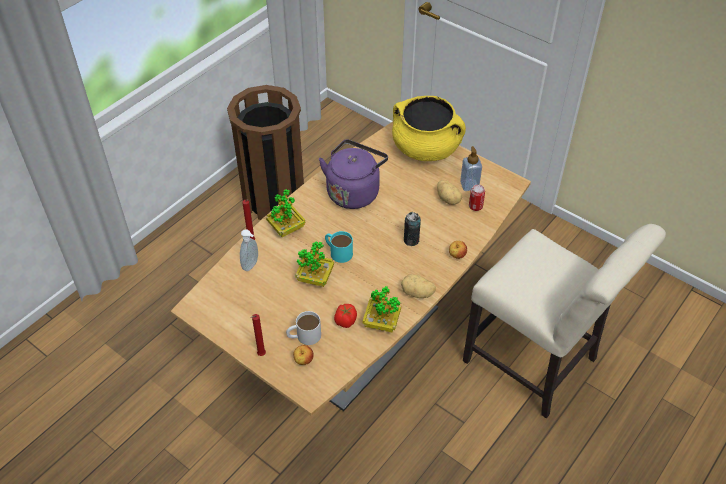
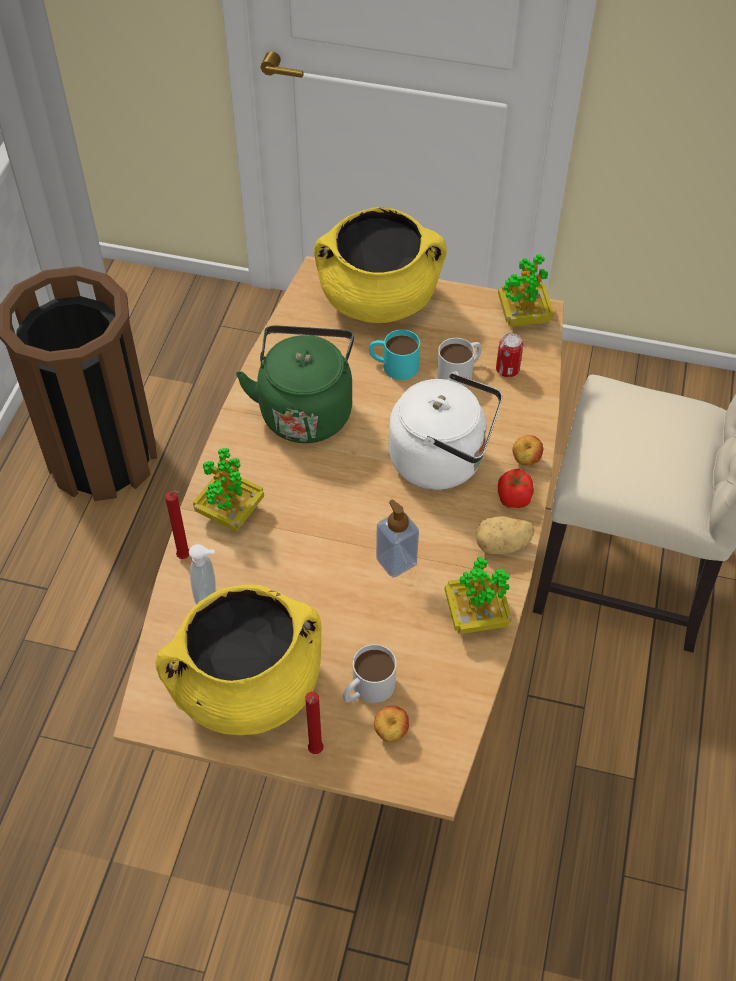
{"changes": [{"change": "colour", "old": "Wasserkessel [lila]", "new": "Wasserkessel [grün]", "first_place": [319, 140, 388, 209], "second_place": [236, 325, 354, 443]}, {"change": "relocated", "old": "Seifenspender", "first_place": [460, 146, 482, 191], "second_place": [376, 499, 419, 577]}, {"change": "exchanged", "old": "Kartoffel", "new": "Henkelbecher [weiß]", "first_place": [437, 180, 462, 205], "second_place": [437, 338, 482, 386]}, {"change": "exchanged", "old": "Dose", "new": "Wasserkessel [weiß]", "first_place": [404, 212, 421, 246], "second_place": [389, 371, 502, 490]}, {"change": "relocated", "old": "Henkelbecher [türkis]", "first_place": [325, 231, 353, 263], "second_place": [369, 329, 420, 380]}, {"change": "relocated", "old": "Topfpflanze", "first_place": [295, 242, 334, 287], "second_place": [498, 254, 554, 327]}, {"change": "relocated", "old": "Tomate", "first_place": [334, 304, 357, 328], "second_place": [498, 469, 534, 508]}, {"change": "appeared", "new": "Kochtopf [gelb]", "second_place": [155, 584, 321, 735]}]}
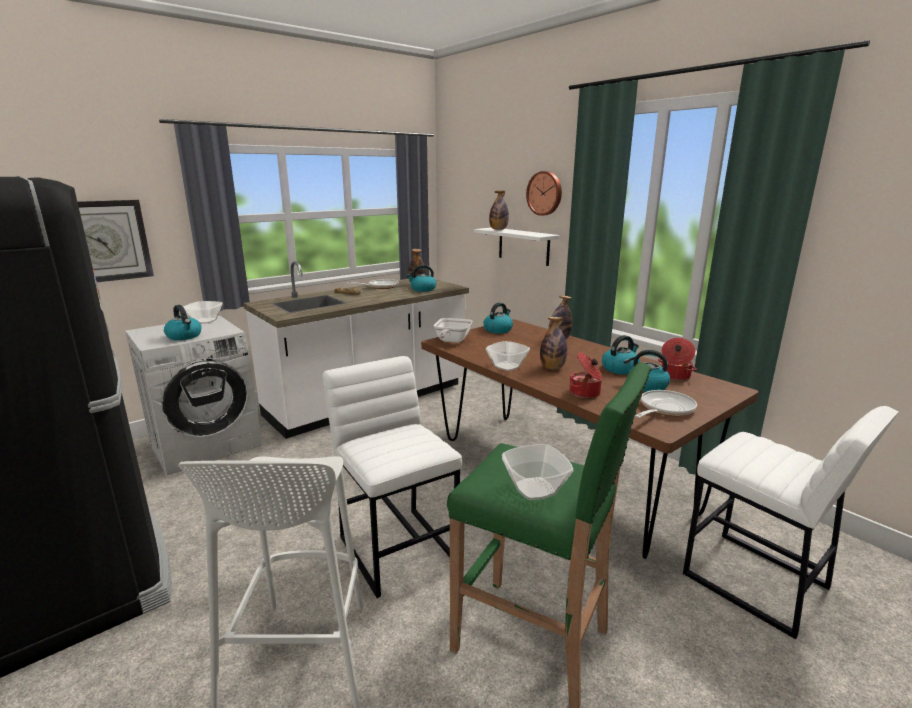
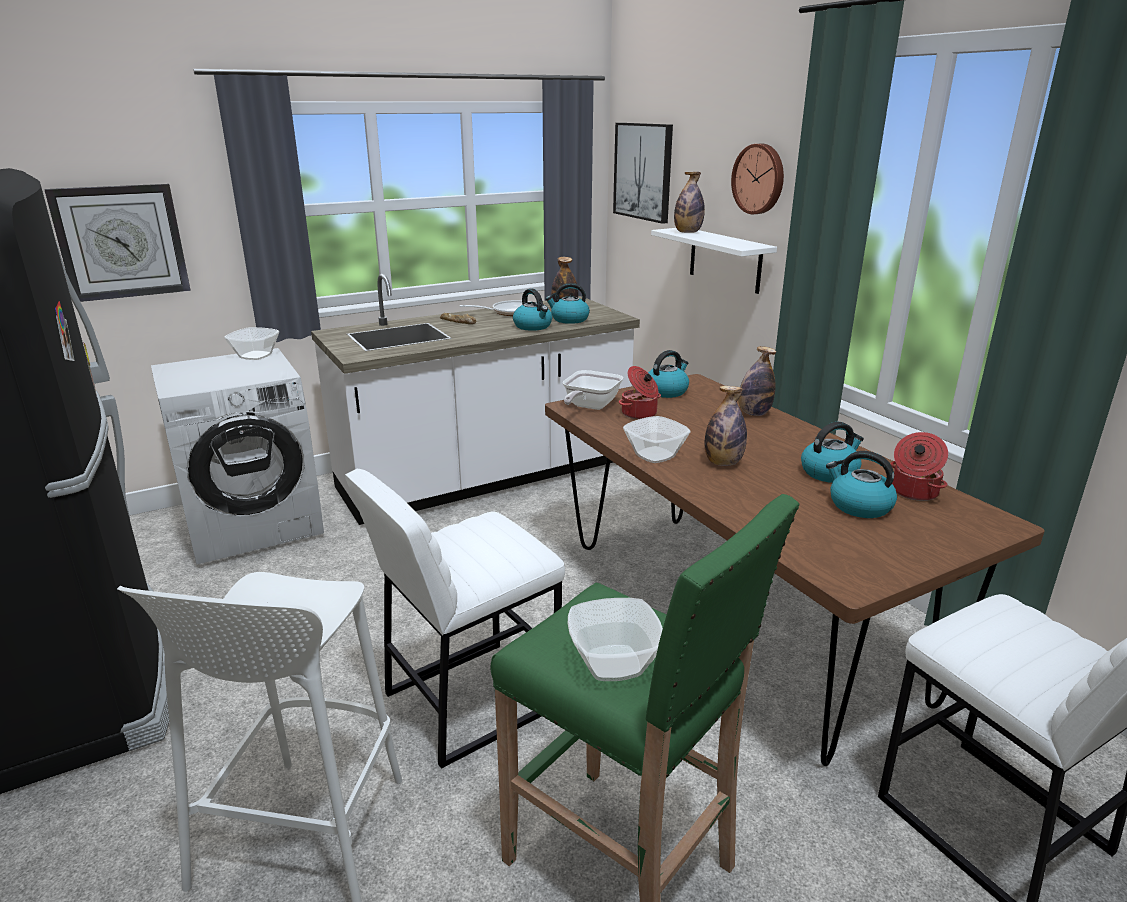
{"changes": [{"change": "relocated", "old": "Wasserkessel", "first_place": [164, 305, 202, 340], "second_place": [513, 289, 552, 331]}, {"change": "relocated", "old": "Kochtopf", "first_place": [570, 353, 602, 398], "second_place": [619, 366, 661, 419]}, {"change": "spun", "old": "Stuhl [weiß]", "first_place": [322, 356, 462, 598], "second_place": [345, 469, 565, 769], "degrees": -105}, {"change": "missing", "old": "Pfanne", "first_place": [635, 390, 697, 418]}, {"change": "appeared", "new": "Bild", "second_place": [613, 123, 673, 224]}]}
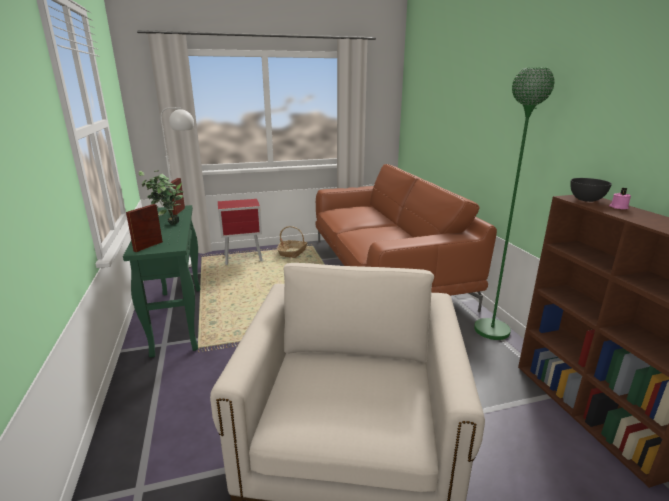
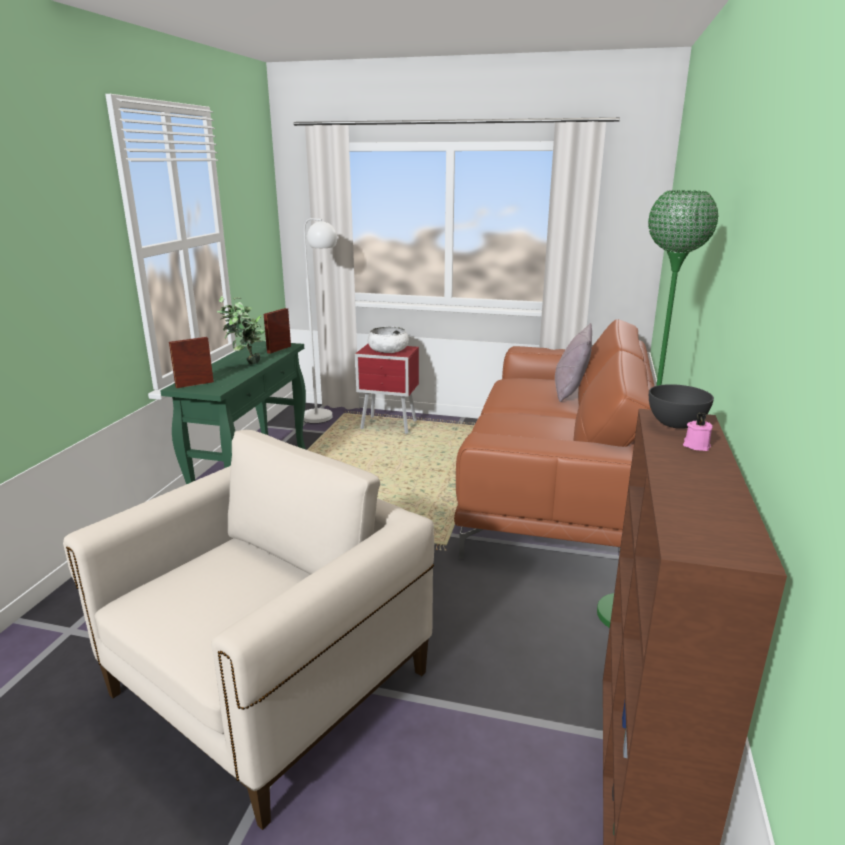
{"changes": [{"change": "missing", "old": "Korb", "first_place": [277, 226, 307, 258]}, {"change": "appeared", "new": "Kissen [lila]", "second_place": [555, 323, 592, 402]}, {"change": "appeared", "new": "Schüssel [weiß]", "second_place": [368, 326, 409, 353]}]}
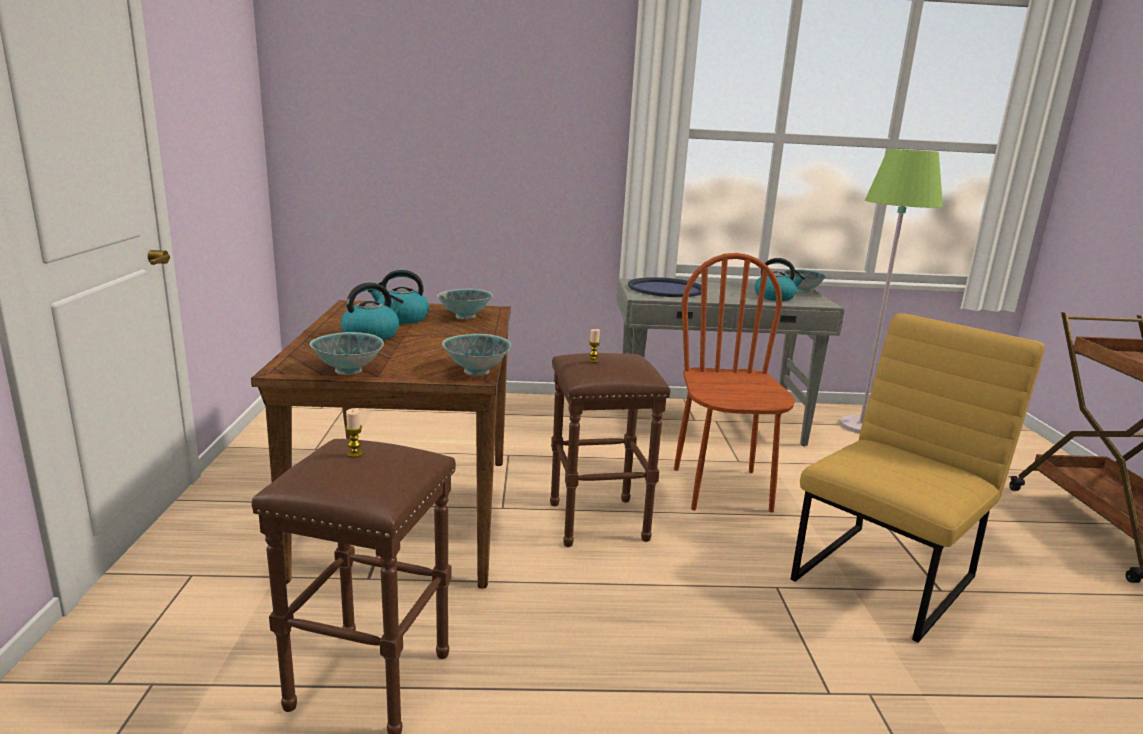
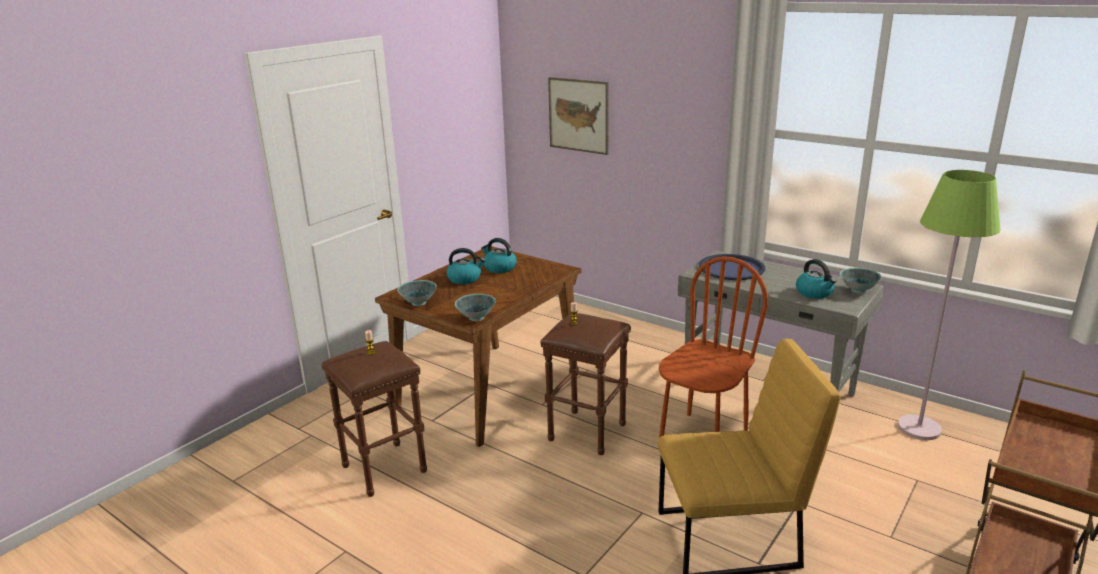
{"changes": [{"change": "missing", "old": "Schüssel", "first_place": [437, 289, 493, 319]}, {"change": "appeared", "new": "Bild", "second_place": [548, 77, 609, 155]}]}
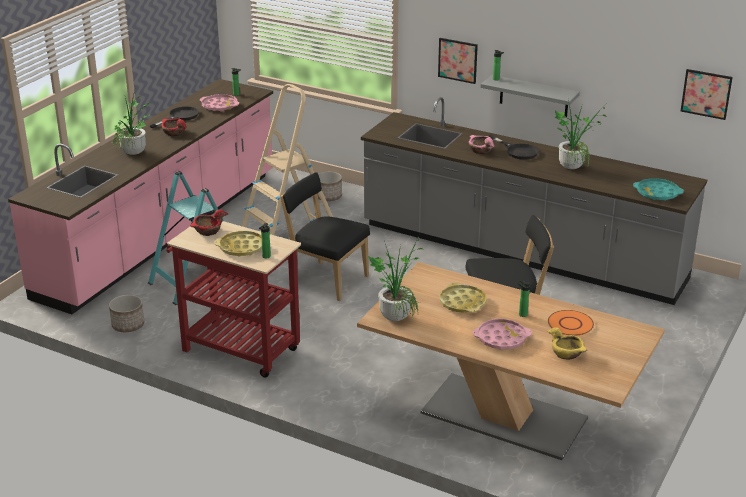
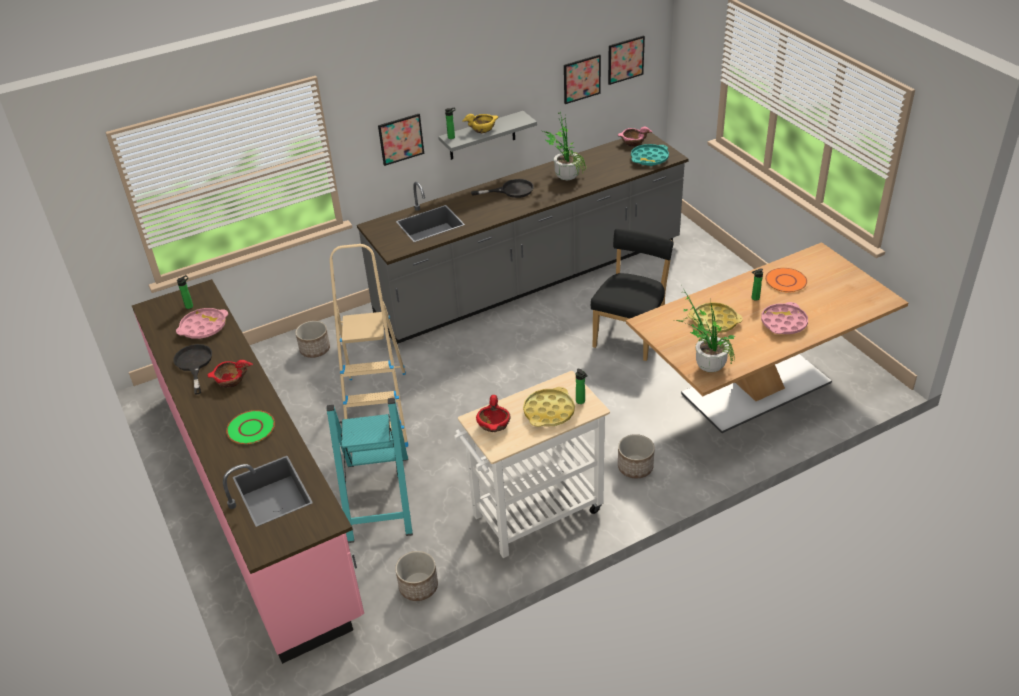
{"changes": [{"change": "exchanged", "old": "Topfpflanze", "new": "Teller [grün]", "first_place": [113, 87, 151, 155], "second_place": [226, 410, 275, 444]}, {"change": "relocated", "old": "Schüssel [rosa]", "first_place": [469, 135, 494, 154], "second_place": [618, 127, 652, 147]}, {"change": "missing", "old": "Stuhl [schwarz]", "first_place": [280, 172, 370, 301]}, {"change": "colour", "old": "Rollwagen [rot]", "new": "Rollwagen [weiß]", "first_place": [166, 221, 301, 378], "second_place": [454, 371, 610, 558]}, {"change": "relocated", "old": "Schüssel [gelb]", "first_place": [547, 327, 587, 360], "second_place": [462, 114, 498, 134]}, {"change": "appeared", "new": "Bild", "second_place": [564, 54, 601, 104]}, {"change": "appeared", "new": "Pflanzkübel", "second_place": [618, 434, 655, 478]}]}
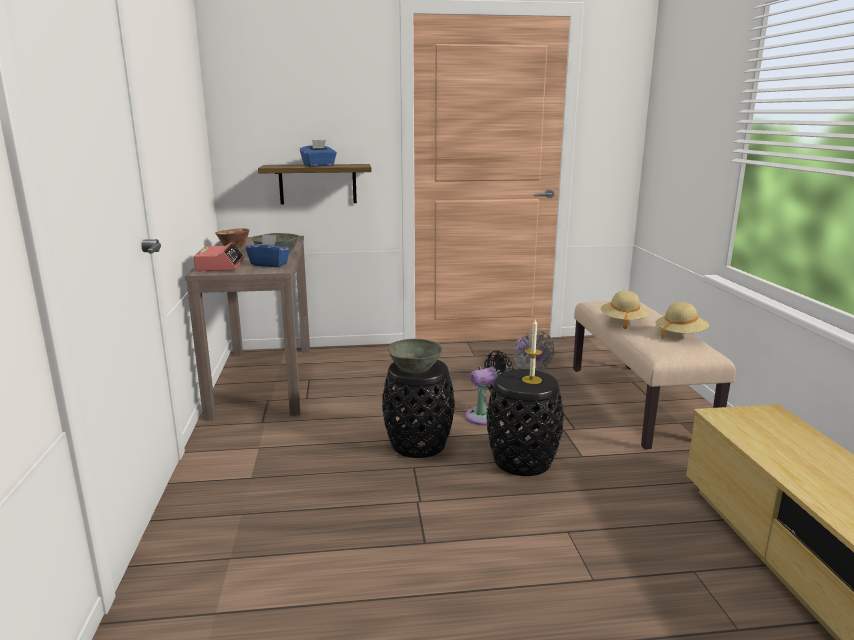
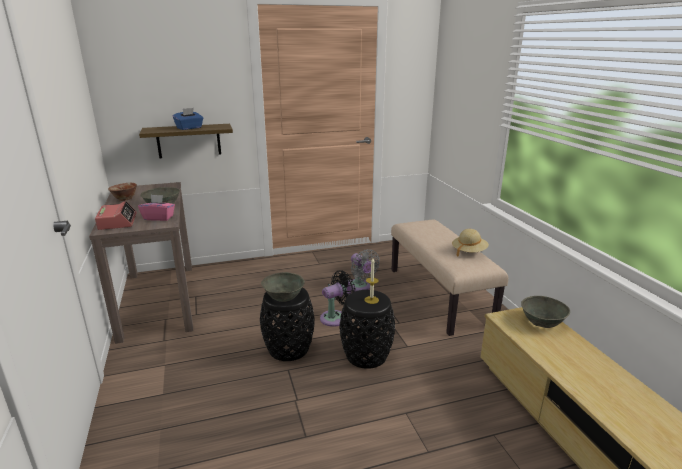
{"changes": [{"change": "colour", "old": "Taschentuchbox [blau]", "new": "Taschentuchbox [rosa]", "first_place": [246, 235, 290, 267], "second_place": [138, 195, 175, 221]}, {"change": "missing", "old": "Hut [beige]", "first_place": [601, 291, 648, 330]}, {"change": "appeared", "new": "Schüssel [grau]", "second_place": [521, 296, 570, 328]}]}
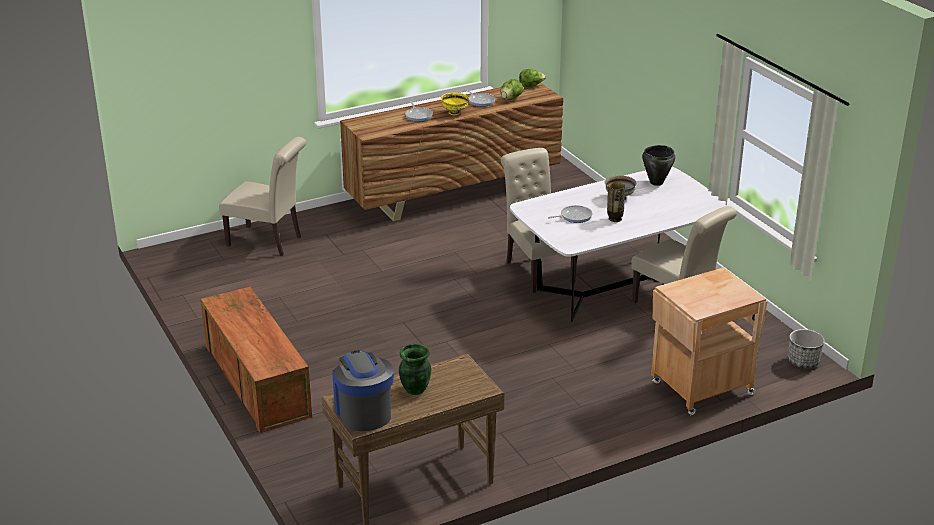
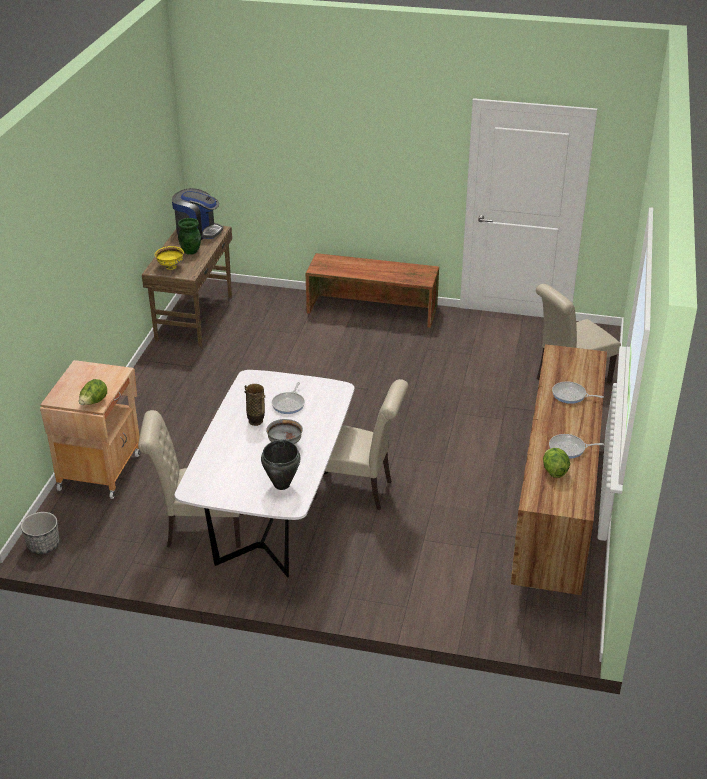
{"changes": [{"change": "relocated", "old": "Salatkopf", "first_place": [519, 69, 546, 88], "second_place": [79, 379, 107, 405]}, {"change": "relocated", "old": "Schüssel [gelb]", "first_place": [441, 93, 469, 115], "second_place": [155, 246, 184, 270]}]}
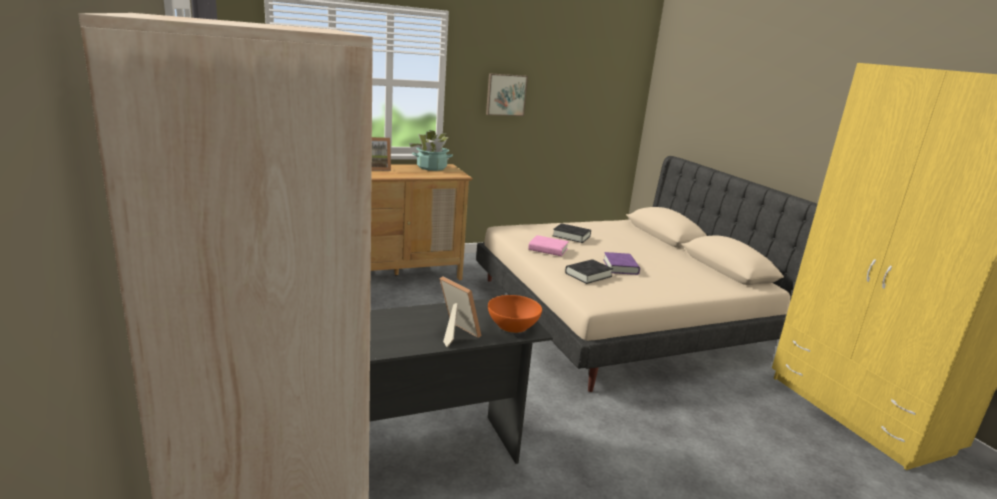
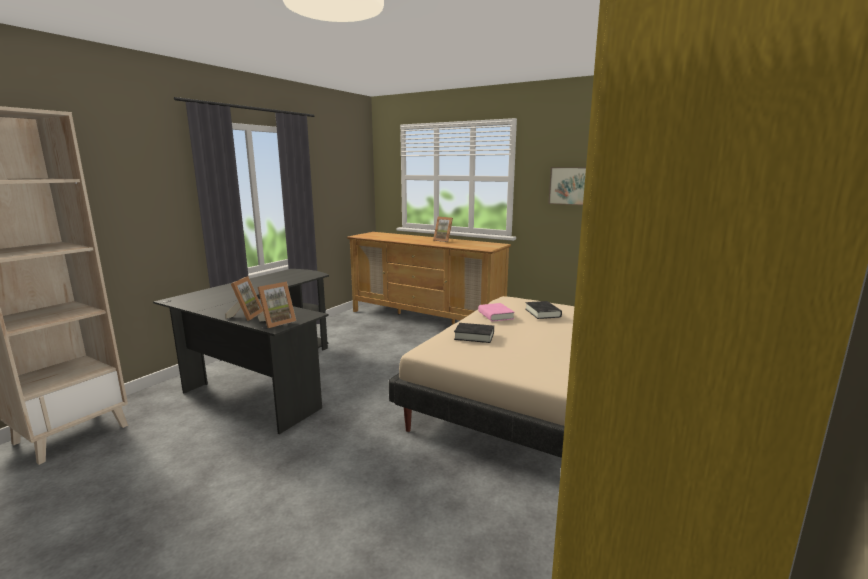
{"changes": [{"change": "missing", "old": "Topfpflanze", "first_place": [409, 130, 453, 171]}, {"change": "missing", "old": "Buch [lila]", "first_place": [603, 252, 640, 275]}, {"change": "exchanged", "old": "Schüssel [orange]", "new": "Bilderrahmen", "first_place": [488, 295, 542, 333], "second_place": [257, 282, 296, 328]}]}
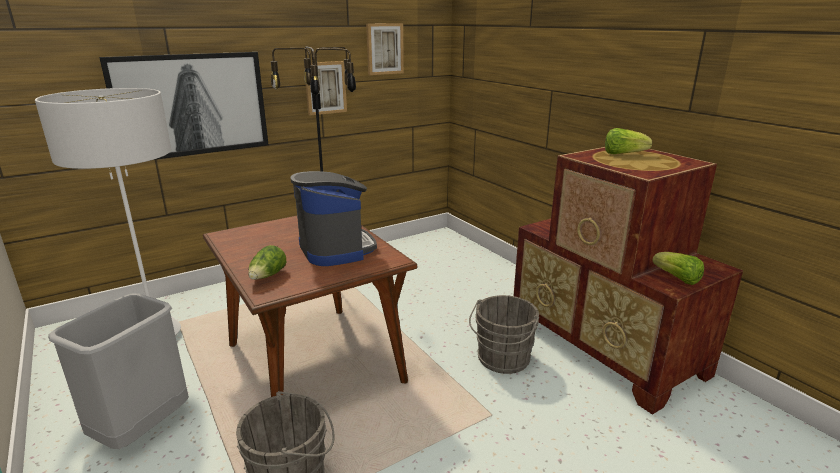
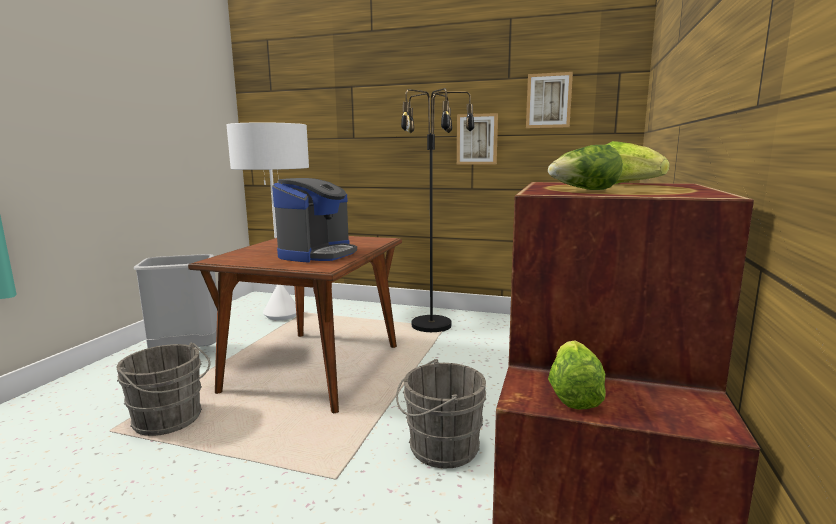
{"changes": [{"change": "missing", "old": "Bild", "first_place": [99, 52, 269, 159]}, {"change": "relocated", "old": "Salatkopf", "first_place": [248, 245, 286, 280], "second_place": [548, 145, 623, 190]}]}
